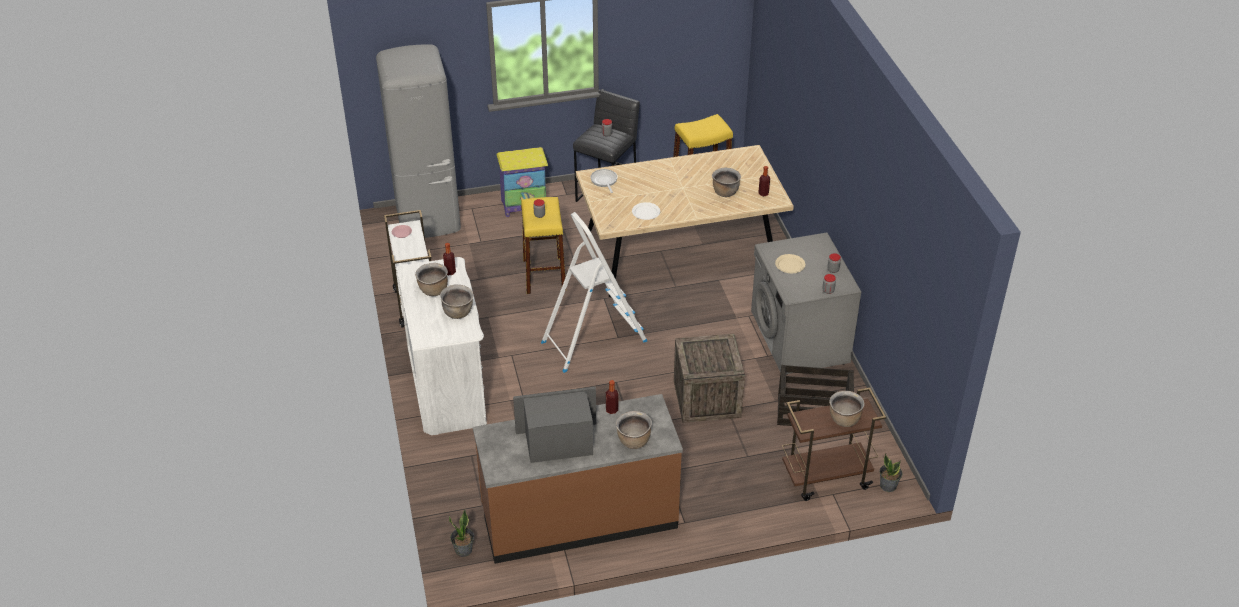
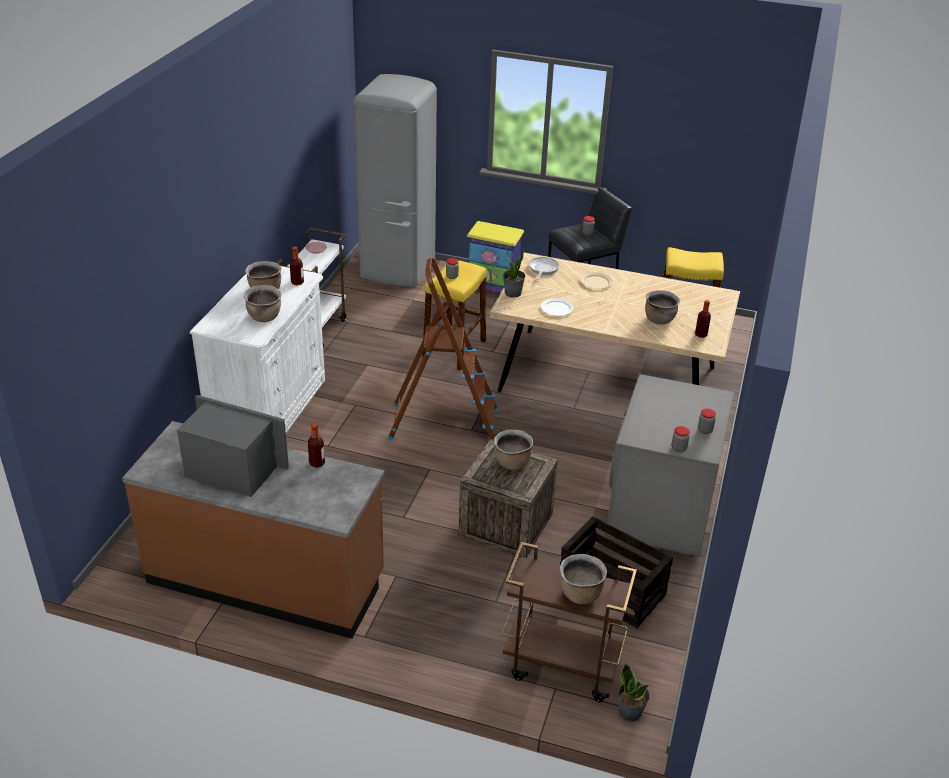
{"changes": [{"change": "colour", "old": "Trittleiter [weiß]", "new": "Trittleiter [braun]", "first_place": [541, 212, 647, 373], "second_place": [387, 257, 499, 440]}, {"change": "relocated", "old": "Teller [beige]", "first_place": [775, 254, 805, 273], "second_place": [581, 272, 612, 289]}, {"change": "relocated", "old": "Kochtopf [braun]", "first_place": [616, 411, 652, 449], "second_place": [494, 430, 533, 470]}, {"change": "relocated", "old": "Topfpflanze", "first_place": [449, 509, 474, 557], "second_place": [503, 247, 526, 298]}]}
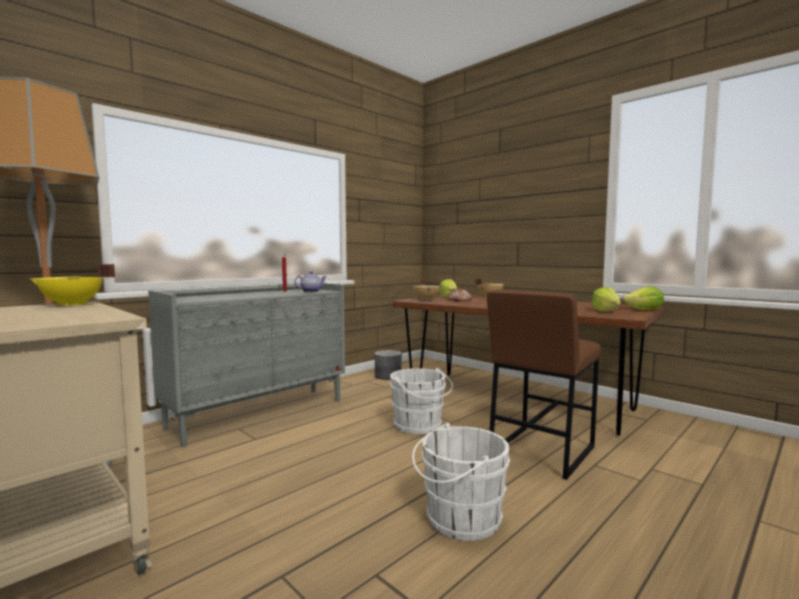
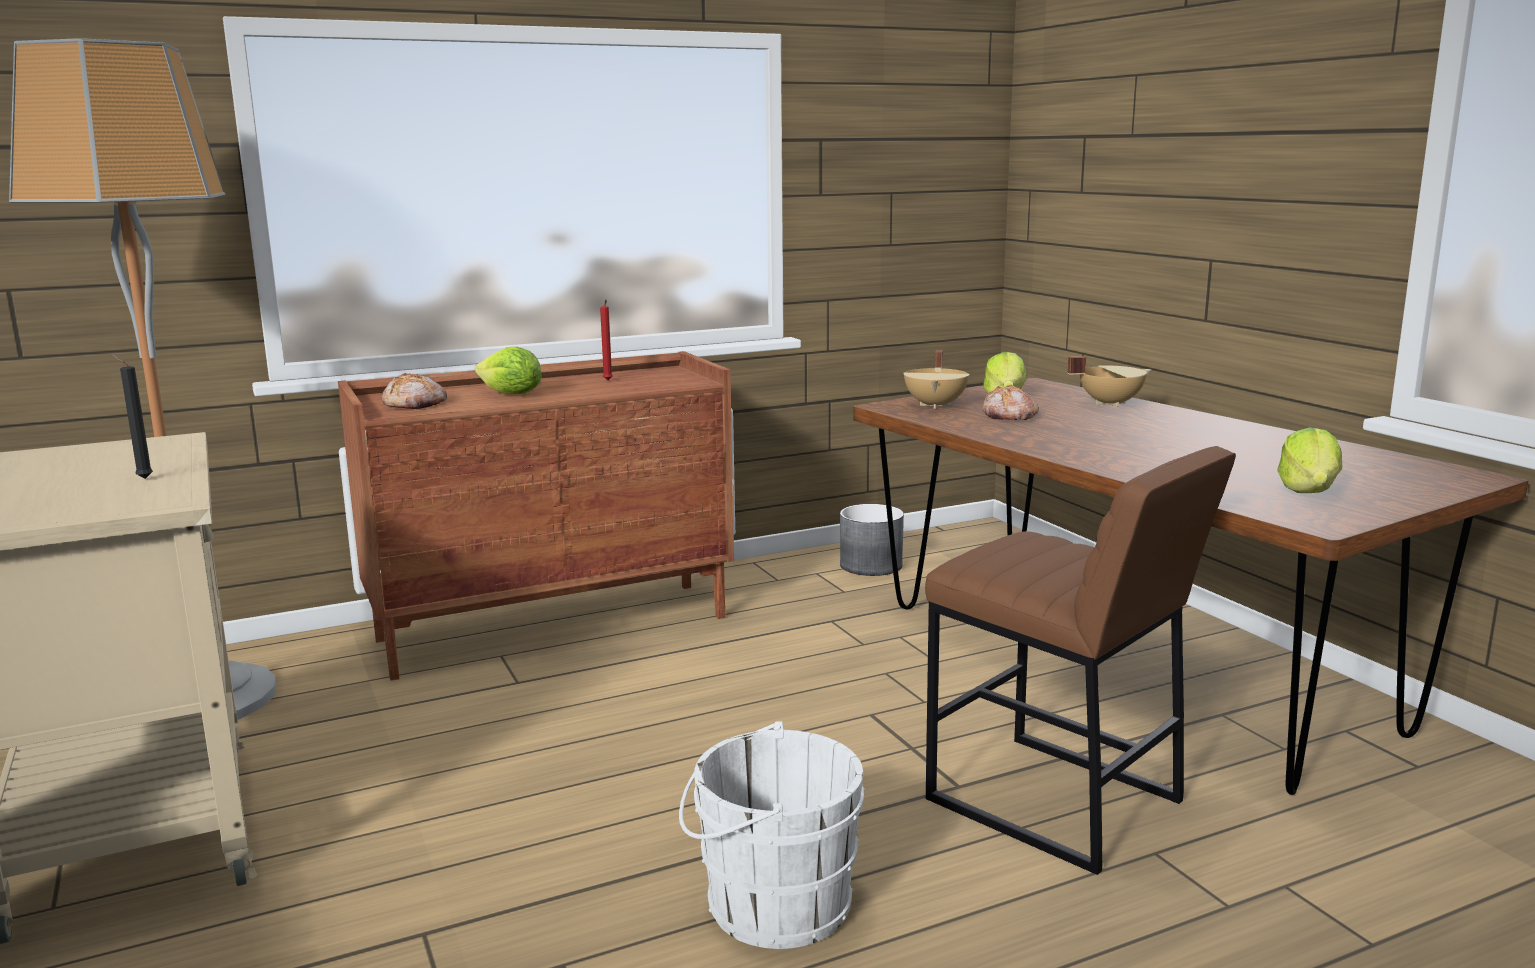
{"changes": [{"change": "missing", "old": "Kochtopf [gelb]", "first_place": [29, 264, 115, 306]}, {"change": "missing", "old": "Teekanne", "first_place": [294, 271, 327, 292]}, {"change": "colour", "old": "Schrank [grau]", "new": "Schrank [braun]", "first_place": [148, 283, 345, 447], "second_place": [338, 351, 734, 680]}, {"change": "relocated", "old": "Salatkopf", "first_place": [623, 287, 664, 310], "second_place": [475, 347, 542, 394]}, {"change": "spun", "old": "Stuhl [braun]", "first_place": [487, 290, 601, 480], "second_place": [925, 446, 1236, 875], "degrees": -105}, {"change": "missing", "old": "Eimer [weiß]", "first_place": [390, 368, 453, 434]}, {"change": "appeared", "new": "Kerze [schwarz]", "second_place": [112, 355, 153, 479]}, {"change": "appeared", "new": "Brot", "second_place": [382, 373, 447, 409]}]}
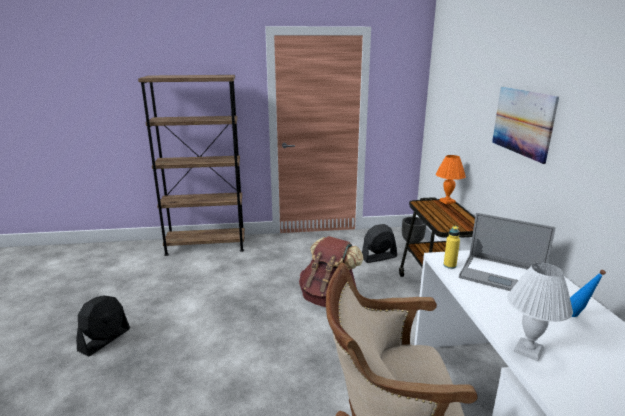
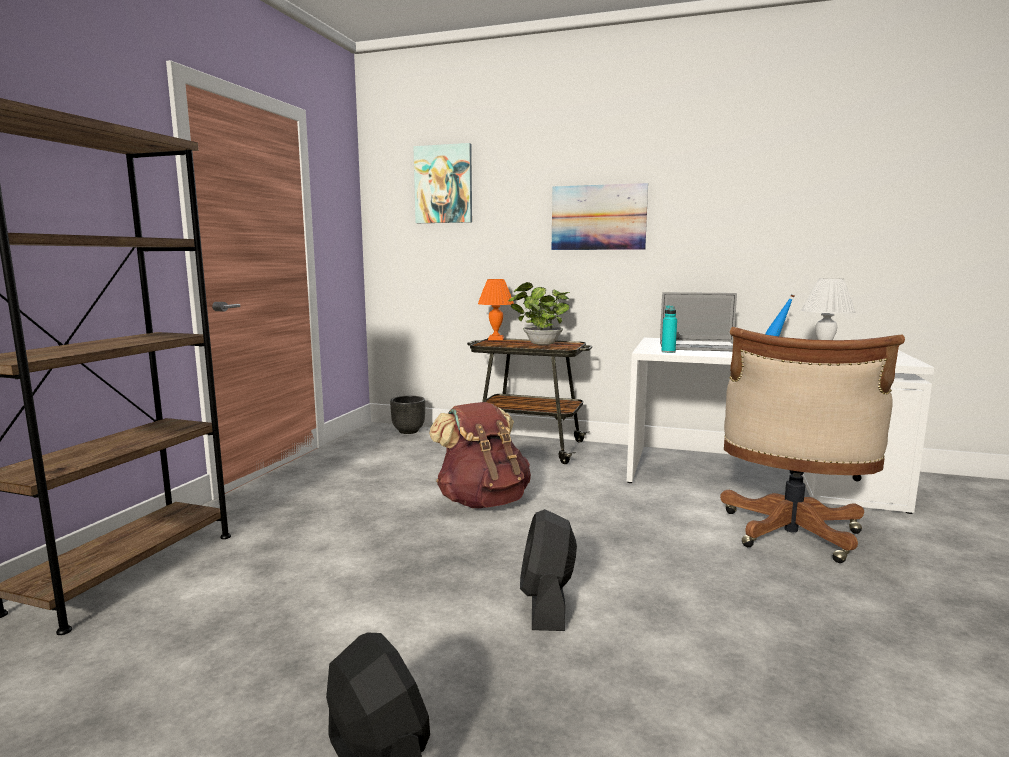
{"changes": [{"change": "spun", "old": "Laptop", "first_place": [459, 213, 555, 291], "second_place": [660, 292, 737, 351], "degrees": 45}, {"change": "relocated", "old": "Ventilator [schwarz]", "first_place": [362, 224, 397, 263], "second_place": [520, 509, 577, 631]}, {"change": "colour", "old": "Flasche [gelb]", "new": "Flasche [türkis]", "first_place": [443, 226, 460, 269], "second_place": [661, 305, 677, 353]}, {"change": "appeared", "new": "Bild", "second_place": [413, 143, 472, 223]}, {"change": "appeared", "new": "Topfpflanze", "second_place": [508, 282, 570, 345]}]}
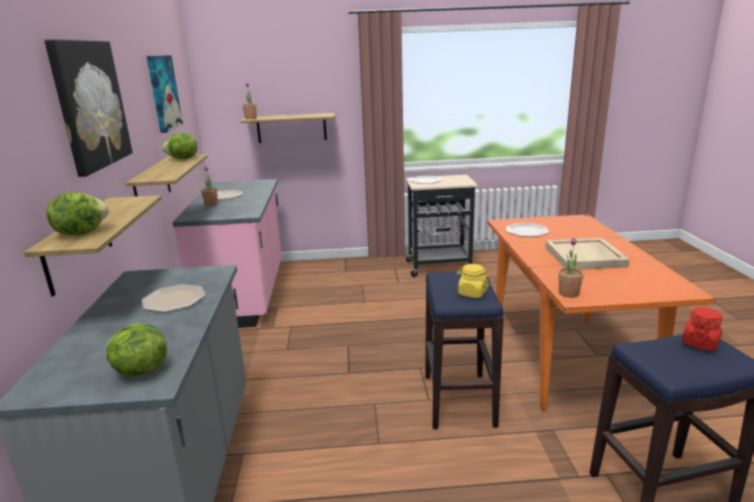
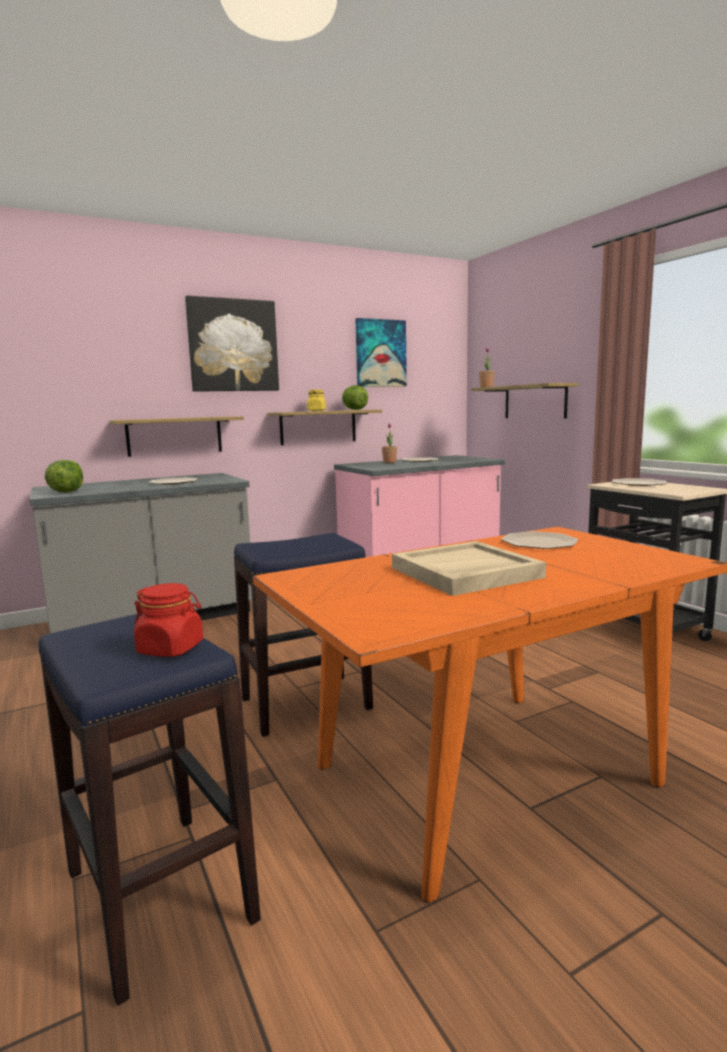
{"changes": [{"change": "missing", "old": "Salatkopf", "first_place": [46, 192, 109, 236]}, {"change": "missing", "old": "Topfpflanze", "first_place": [558, 238, 584, 298]}, {"change": "relocated", "old": "Vorratsglas [gelb]", "first_place": [457, 264, 489, 298], "second_place": [307, 390, 326, 411]}]}
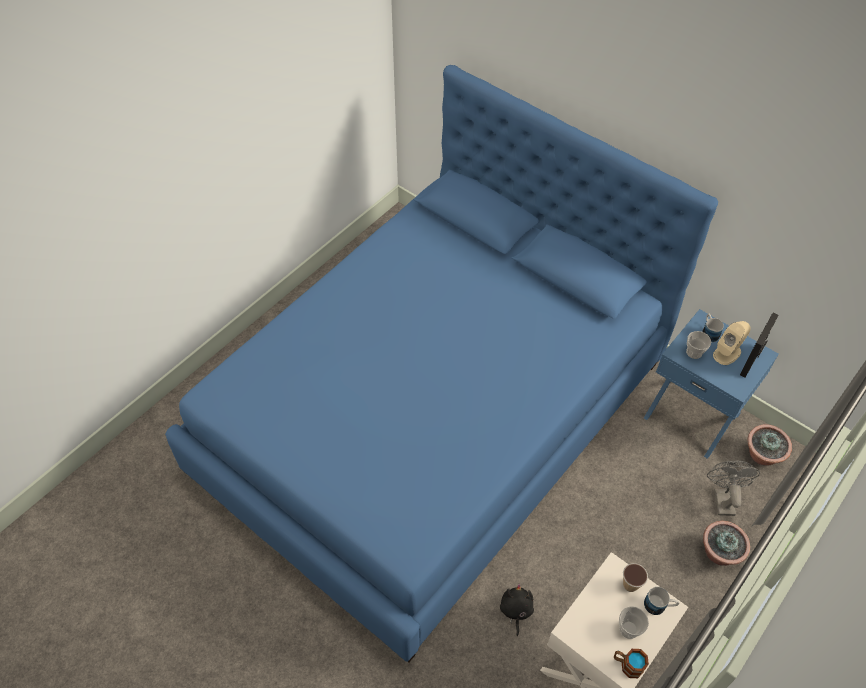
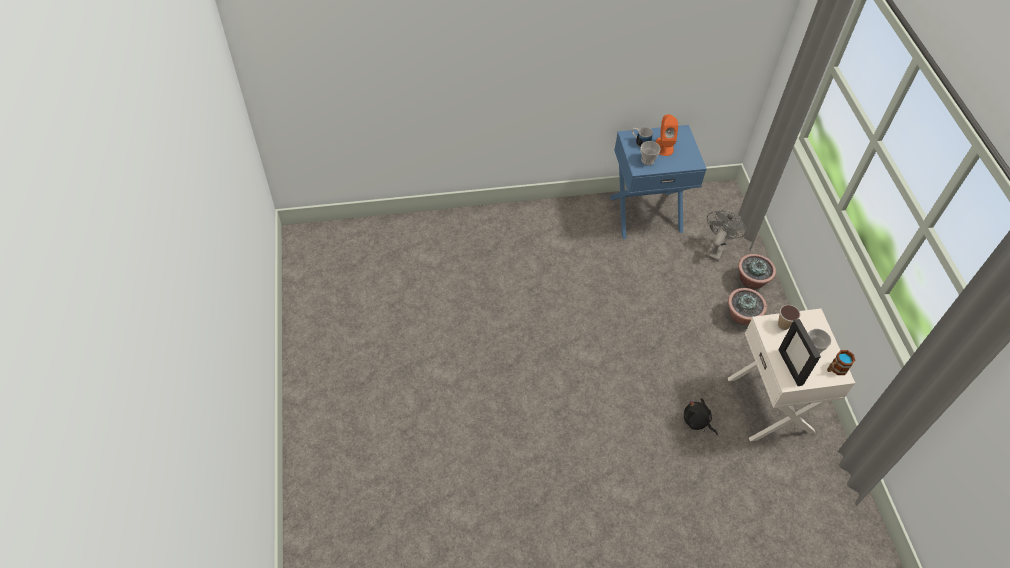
{"changes": [{"change": "missing", "old": "Bett [blau]", "first_place": [165, 65, 718, 662]}, {"change": "relocated", "old": "Bilderrahmen", "first_place": [740, 313, 778, 377], "second_place": [778, 319, 821, 386]}, {"change": "colour", "old": "Lautsprecher [beige]", "new": "Lautsprecher [orange]", "first_place": [713, 321, 751, 365], "second_place": [655, 114, 678, 156]}, {"change": "relocated", "old": "Topfpflanze", "first_place": [748, 424, 792, 466], "second_place": [728, 288, 767, 325]}, {"change": "spun", "old": "Ventilator [grau]", "first_place": [707, 460, 760, 516], "second_place": [705, 210, 746, 262], "degrees": 75}, {"change": "missing", "old": "Henkelbecher", "first_place": [644, 587, 679, 615]}]}
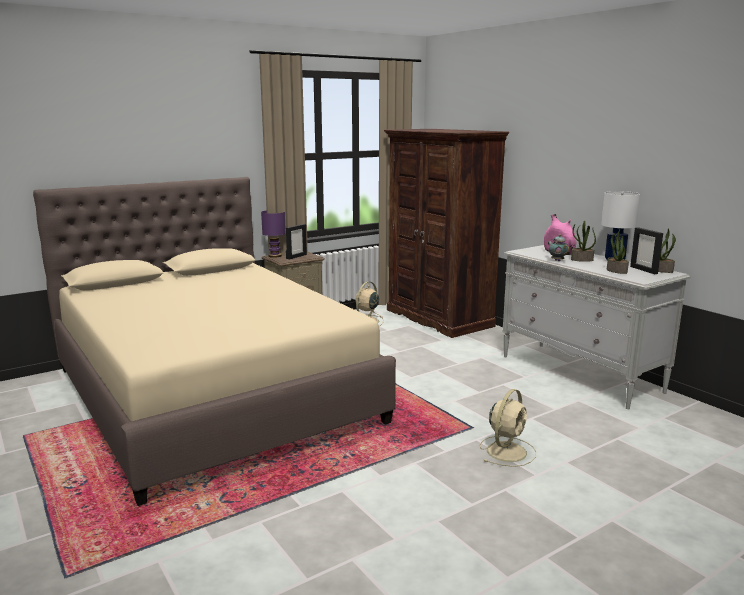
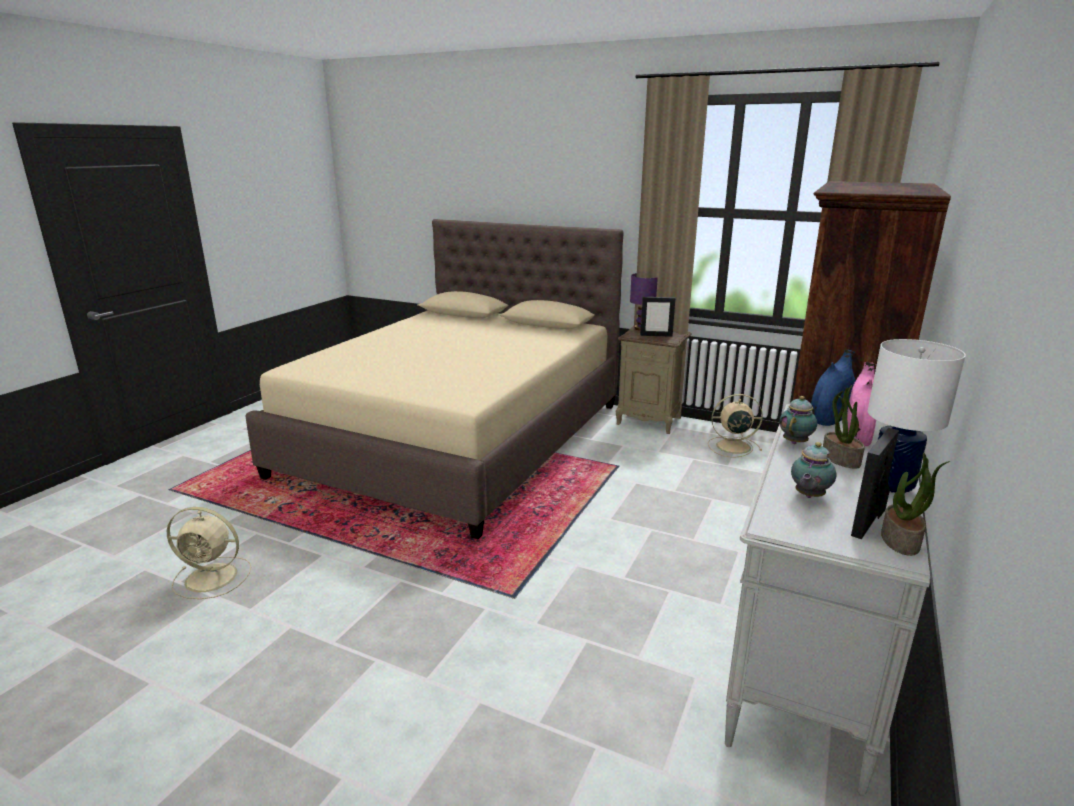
{"changes": [{"change": "exchanged", "old": "Topfpflanze", "new": "Teekanne", "first_place": [607, 229, 629, 274], "second_place": [791, 442, 836, 498]}, {"change": "relocated", "old": "Ventilator [beige]", "first_place": [480, 389, 536, 467], "second_place": [167, 507, 251, 599]}, {"change": "appeared", "new": "Vase [blau]", "second_place": [811, 349, 856, 426]}]}
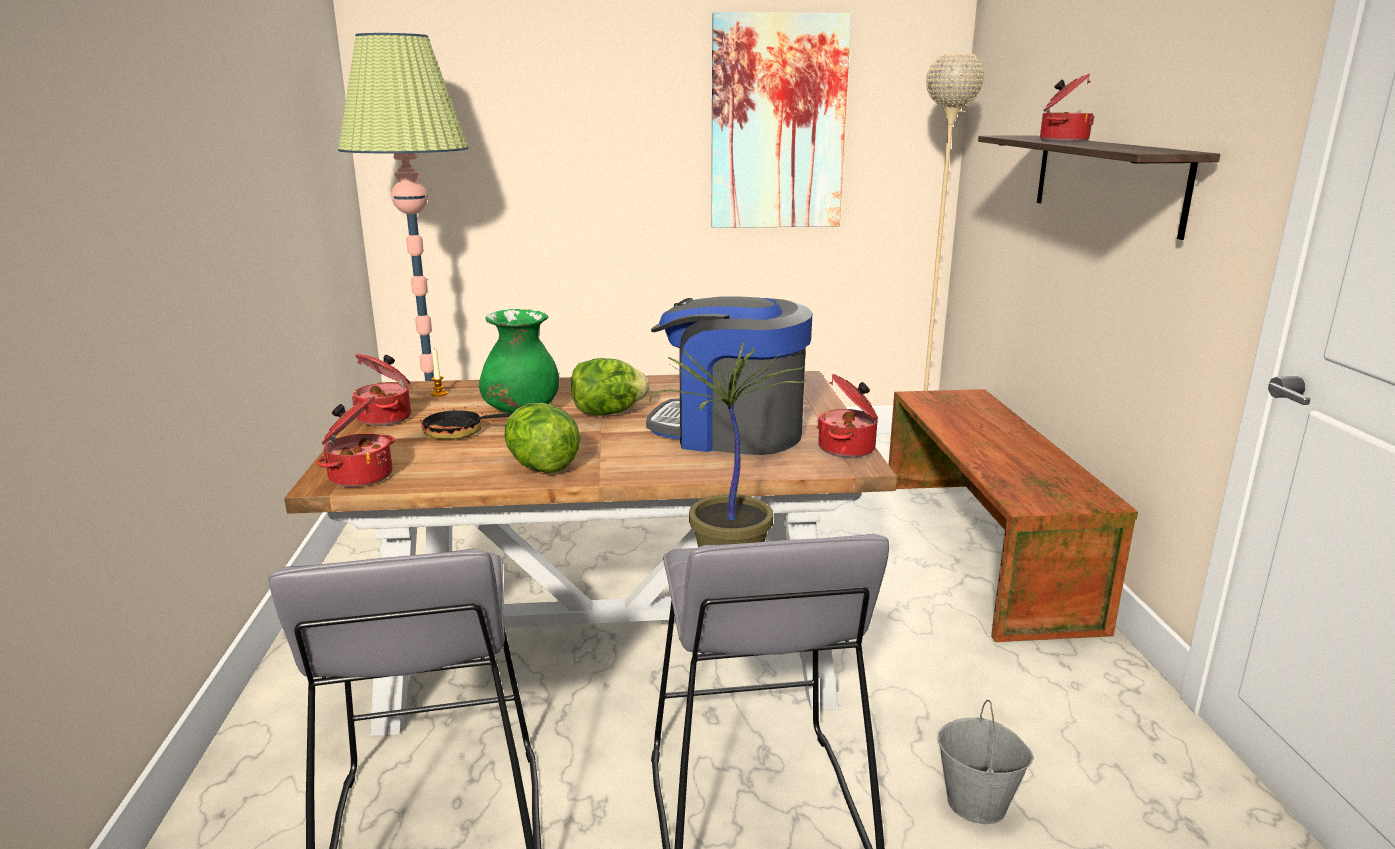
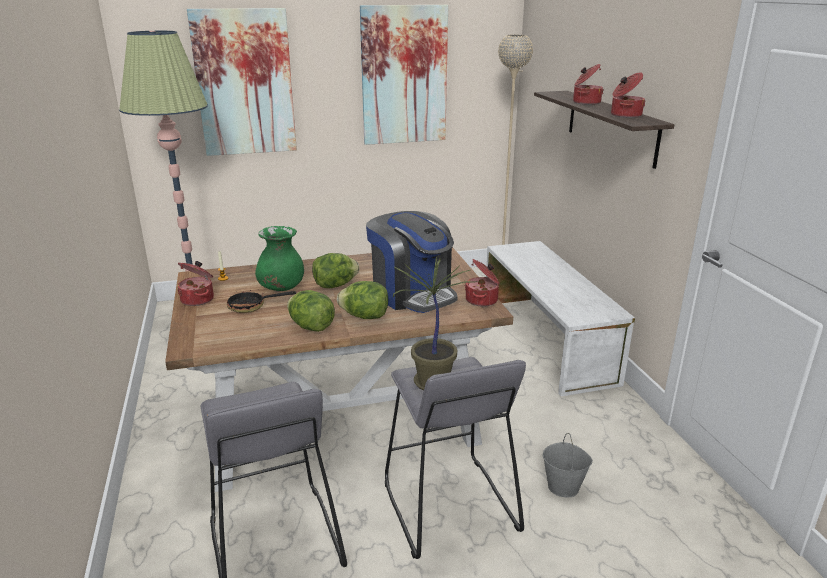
{"changes": [{"change": "spun", "old": "Kaffeemaschine", "first_place": [646, 297, 812, 455], "second_place": [366, 211, 458, 313], "degrees": -135}, {"change": "colour", "old": "Bank [braun]", "new": "Bank [weiß]", "first_place": [889, 389, 1138, 642], "second_place": [486, 241, 635, 396]}, {"change": "relocated", "old": "Kochtopf", "first_place": [317, 396, 395, 487], "second_place": [611, 72, 646, 118]}, {"change": "appeared", "new": "Bild", "second_place": [187, 8, 297, 156]}, {"change": "appeared", "new": "Salatkopf", "second_place": [337, 281, 388, 319]}]}
